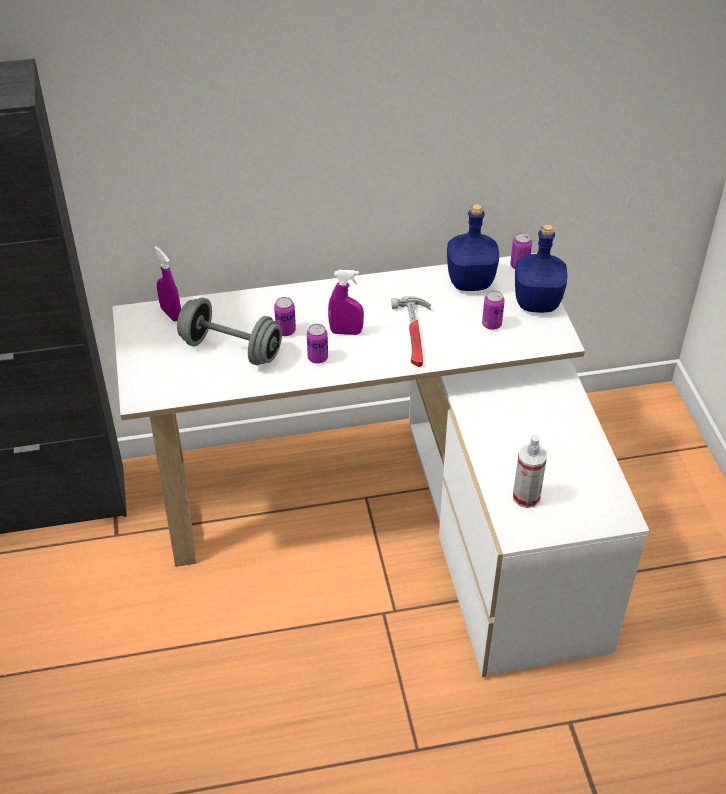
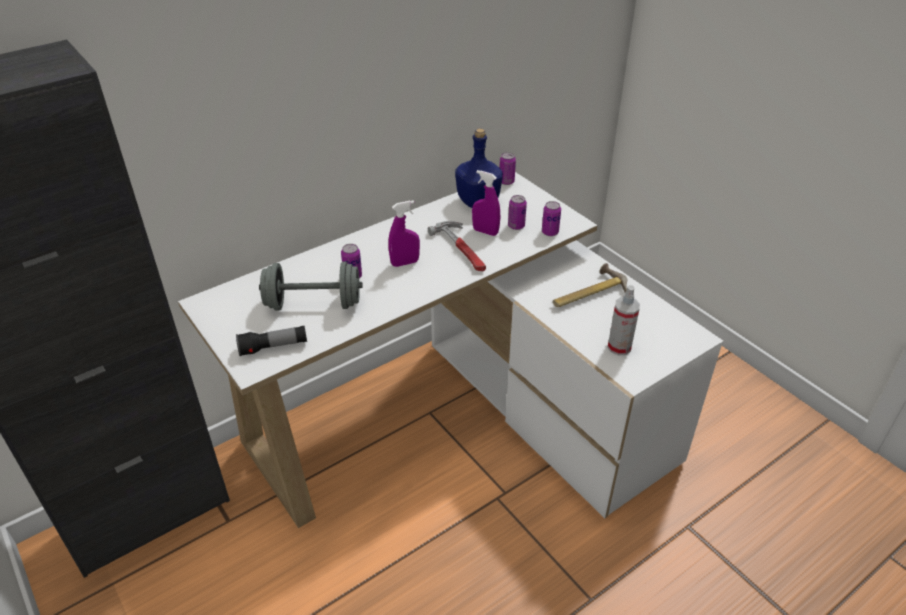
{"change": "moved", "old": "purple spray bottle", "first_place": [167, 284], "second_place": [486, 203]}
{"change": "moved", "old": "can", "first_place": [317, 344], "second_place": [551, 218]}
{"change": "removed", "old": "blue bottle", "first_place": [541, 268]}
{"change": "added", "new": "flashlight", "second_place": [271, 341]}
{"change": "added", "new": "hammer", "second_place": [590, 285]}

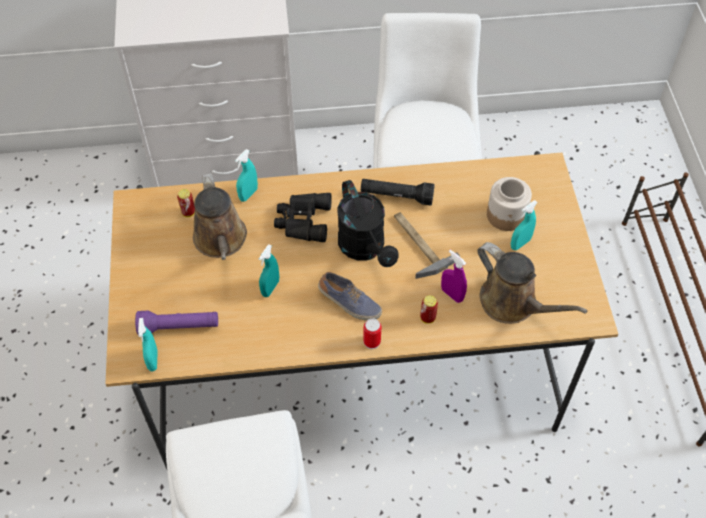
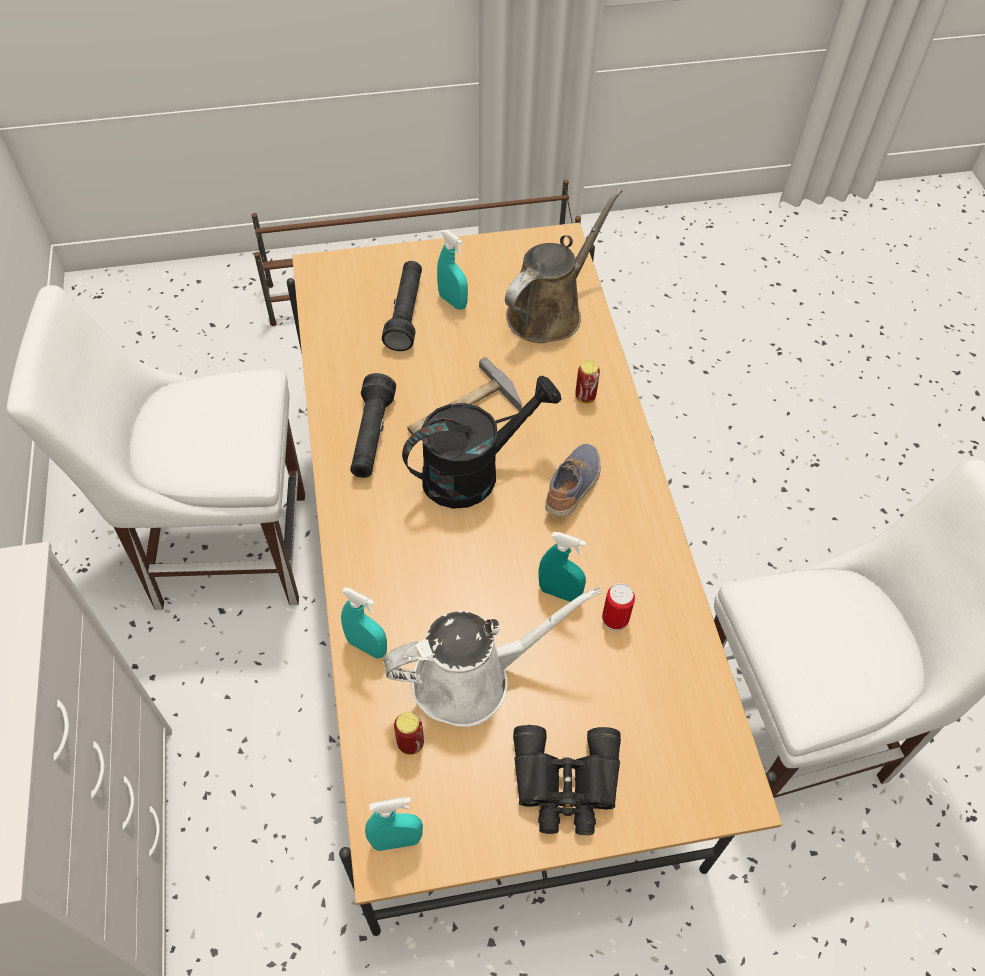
{"change": "removed", "old": "purple flashlight", "first_place": [176, 323]}
{"change": "moved", "old": "turquoise spray bottle", "first_place": [148, 344], "second_place": [394, 824]}
{"change": "recoloured", "old": "brown watering can", "new": "white watering can", "first_place": [220, 216], "second_place": [492, 657]}
{"change": "moved", "old": "black binoculars", "first_place": [303, 217], "second_place": [567, 780]}
{"change": "moved", "old": "can", "first_place": [372, 333], "second_place": [618, 607]}
{"change": "removed", "old": "purple spray bottle", "first_place": [454, 276]}
{"change": "replaced", "old": "jar", "new": "black flashlight", "first_place": [509, 204], "second_place": [402, 306]}

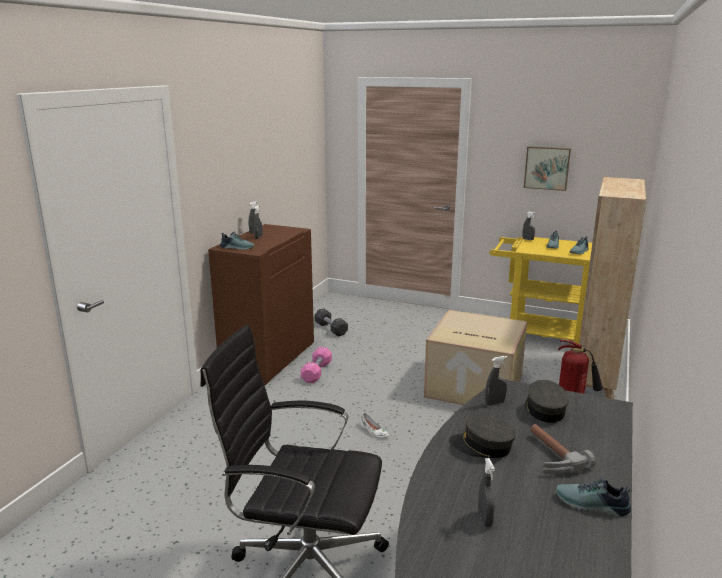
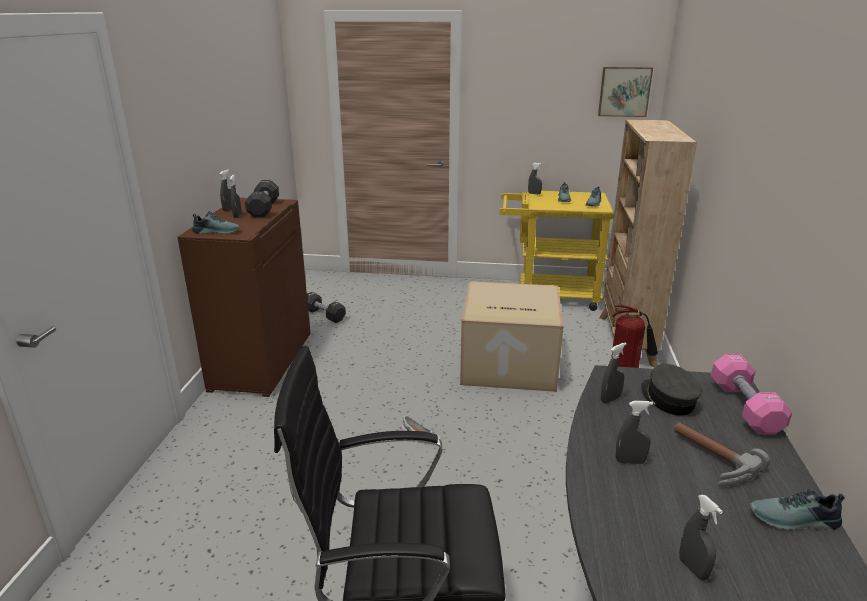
{"change": "moved", "old": "pink dumbbell", "first_place": [316, 365], "second_place": [752, 394]}
{"change": "replaced", "old": "grey cap", "new": "grey spray bottle", "first_place": [482, 436], "second_place": [634, 432]}
{"change": "moved", "old": "picture", "first_place": [547, 168], "second_place": [625, 92]}
{"change": "added", "new": "black dumbbell", "second_place": [262, 198]}

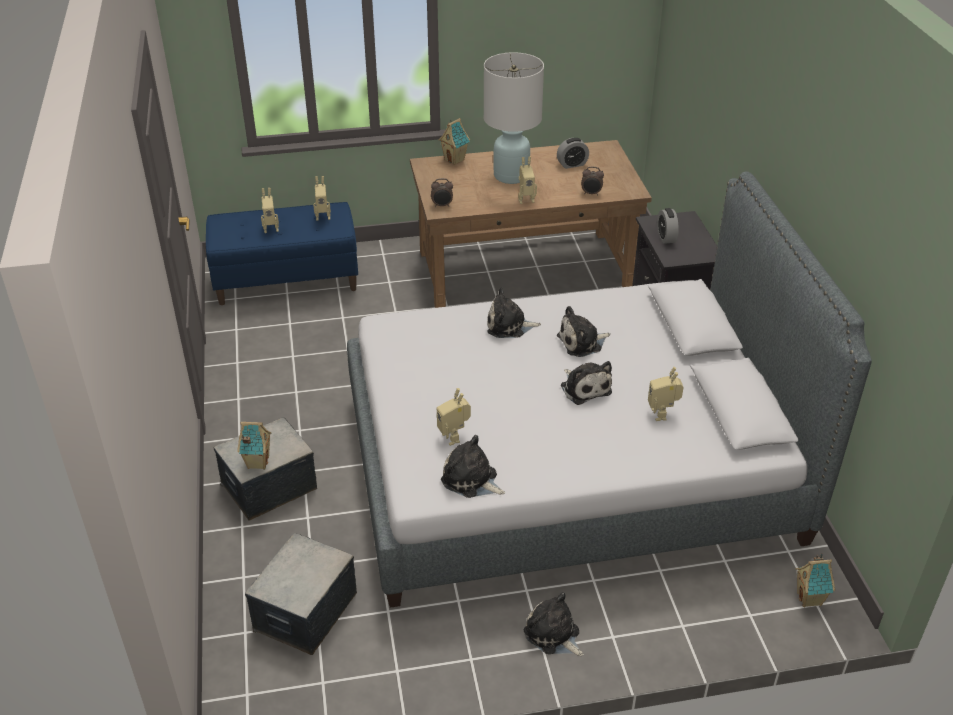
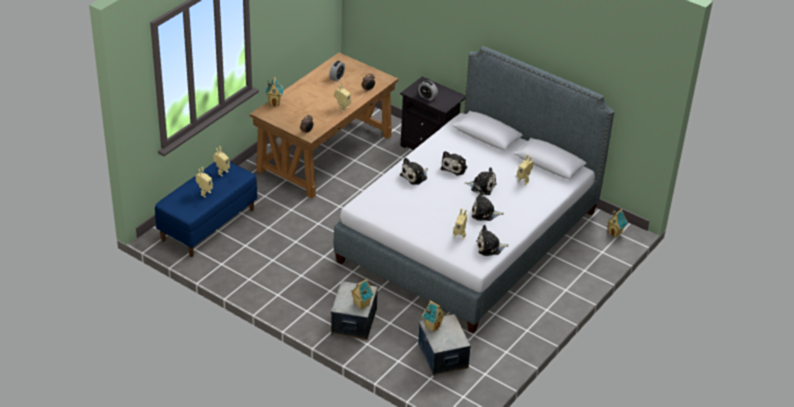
{"change": "removed", "old": "white table lamp", "first_place": [514, 118]}
{"change": "moved", "old": "plush toy", "first_place": [554, 624], "second_place": [488, 206]}
{"change": "added", "new": "toy house", "second_place": [433, 316]}

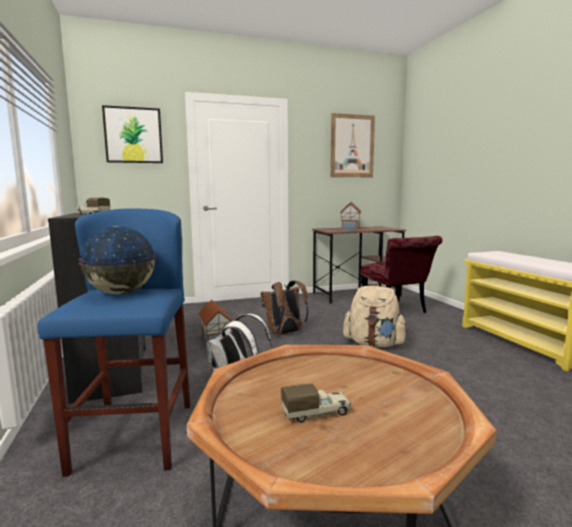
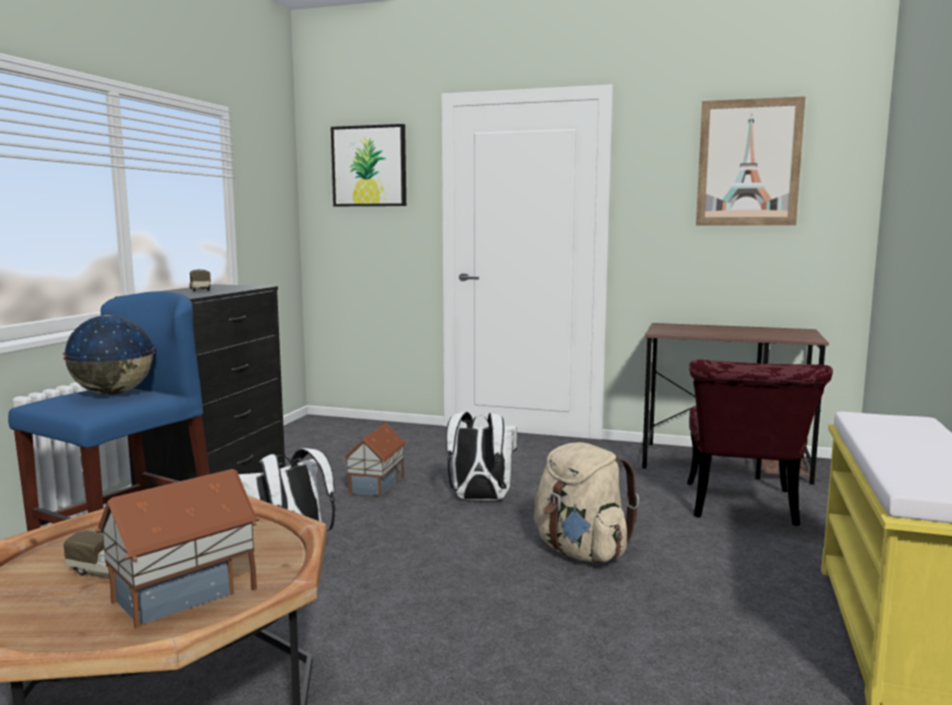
{"change": "recoloured", "old": "brown backpack", "new": "white backpack", "first_place": [284, 308], "second_place": [481, 456]}
{"change": "moved", "old": "toy house", "first_place": [350, 216], "second_place": [177, 549]}

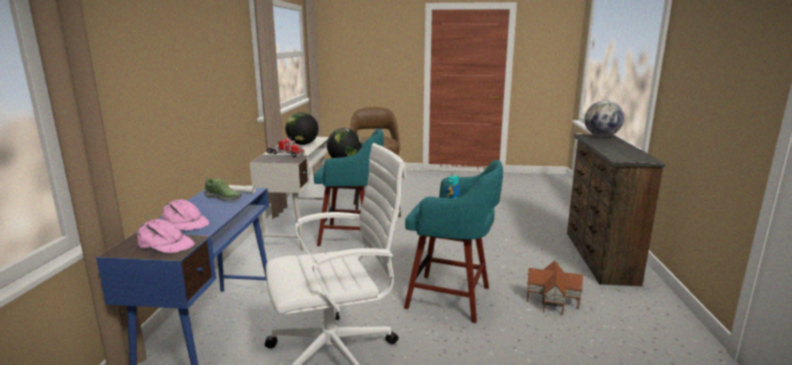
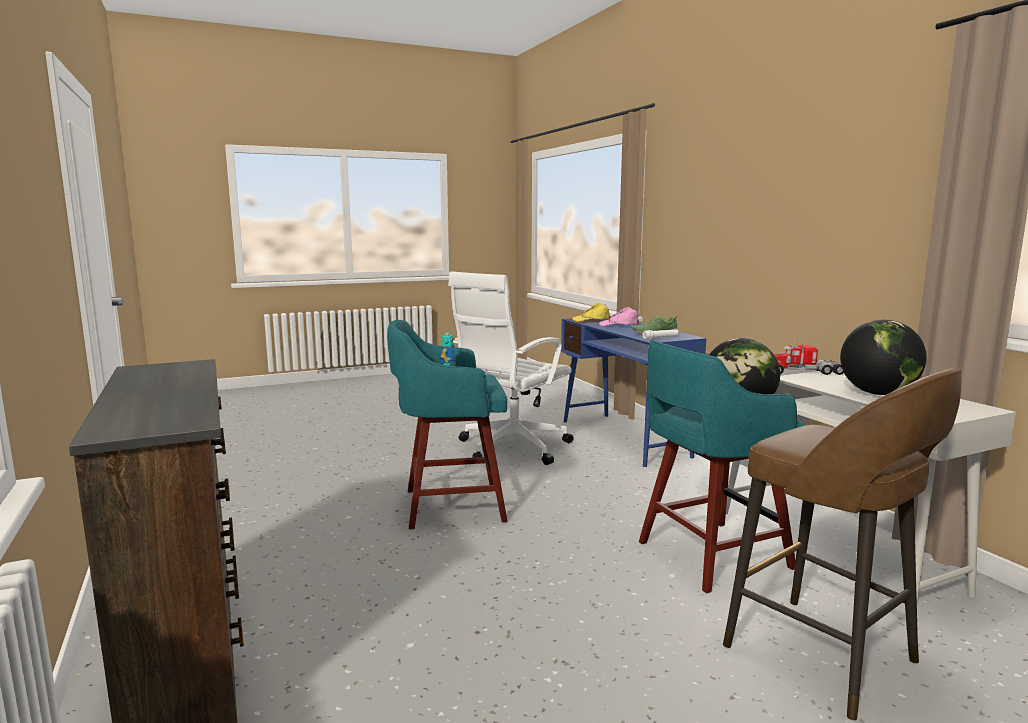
{"change": "recoloured", "old": "pink cap", "new": "yellow cap", "first_place": [166, 236], "second_place": [591, 312]}
{"change": "removed", "old": "toy house", "first_place": [555, 288]}
{"change": "removed", "old": "globe", "first_place": [604, 118]}

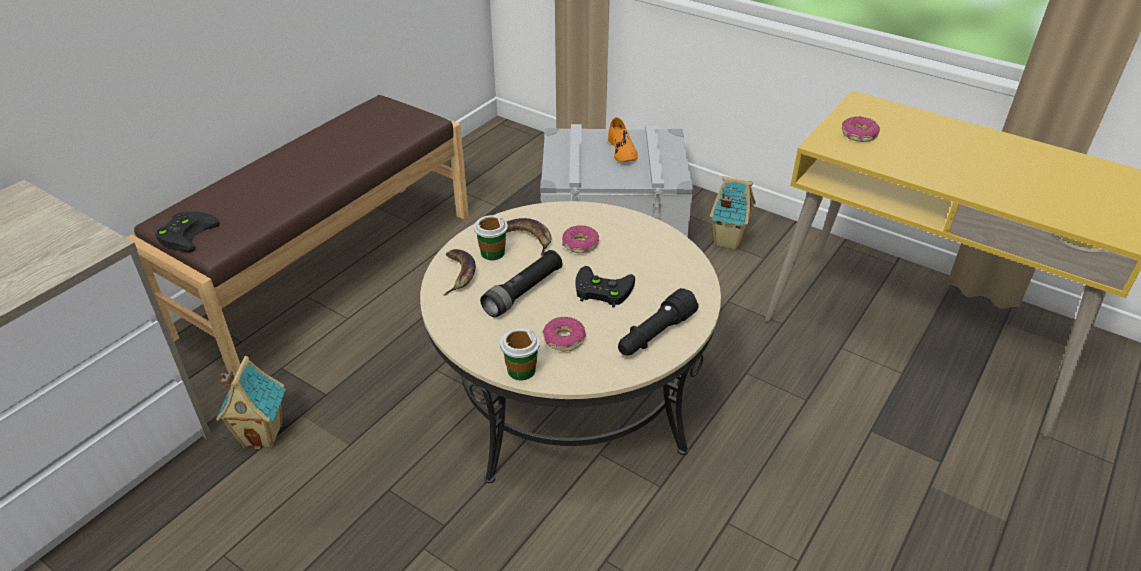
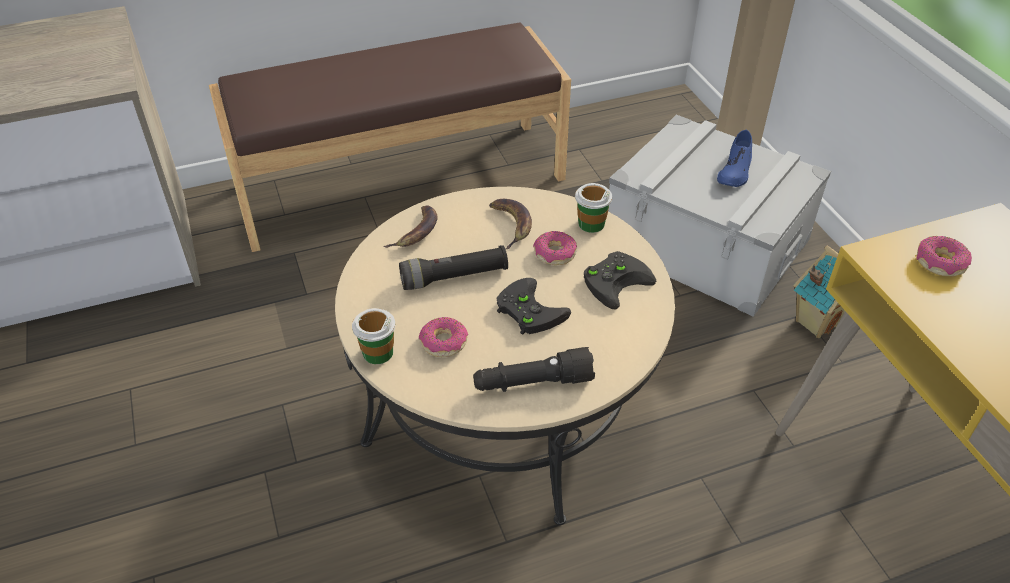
{"change": "moved", "old": "black game controller", "first_place": [187, 232], "second_place": [620, 280]}
{"change": "removed", "old": "toy house", "first_place": [251, 402]}
{"change": "moved", "old": "cup", "first_place": [491, 237], "second_place": [593, 208]}
{"change": "recoloured", "old": "orange shoe", "new": "blue shoe", "first_place": [623, 139], "second_place": [734, 158]}

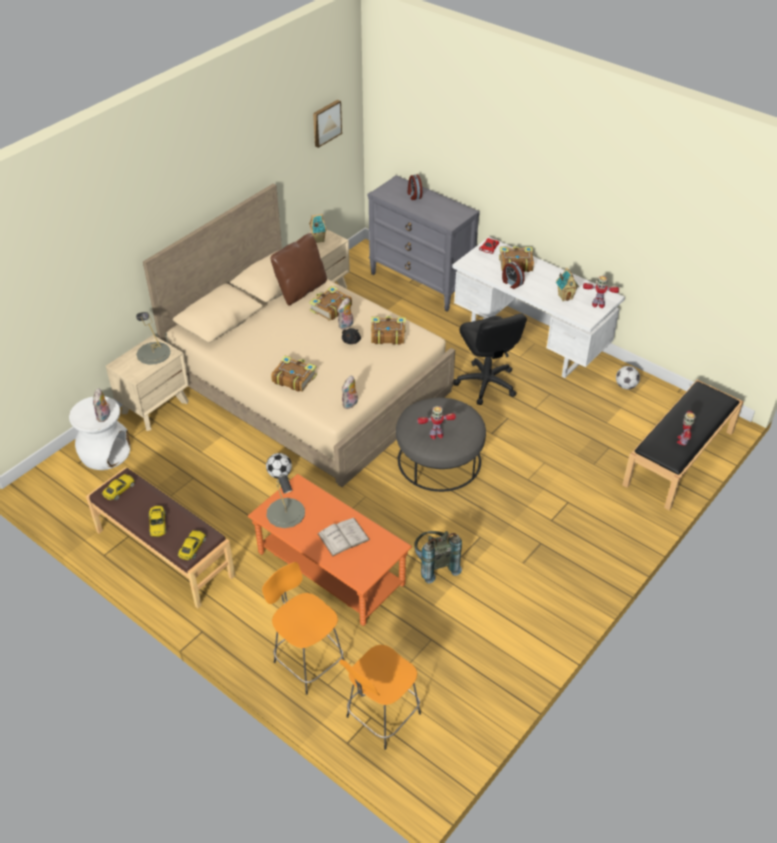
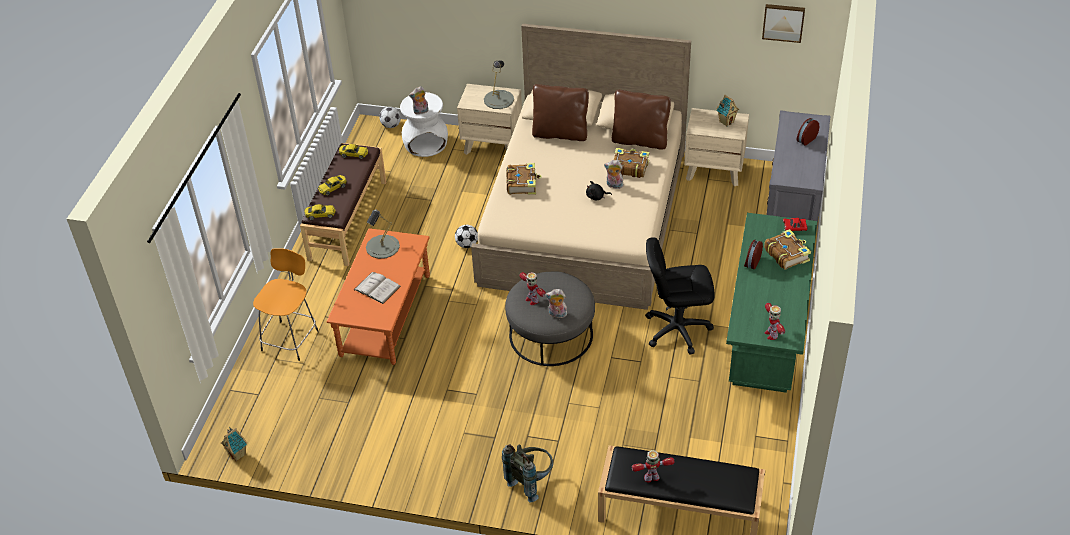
{"change": "removed", "old": "orange stool", "first_place": [380, 697]}
{"change": "moved", "old": "plush toy", "first_place": [350, 392], "second_place": [556, 303]}
{"change": "removed", "old": "book", "first_place": [388, 330]}
{"change": "moved", "old": "grey backpack", "first_place": [438, 557], "second_place": [527, 473]}
{"change": "recoloured", "old": "white desk", "new": "green desk", "first_place": [538, 307], "second_place": [771, 303]}
{"change": "turned", "old": "black office chair", "first_place": [490, 359], "second_place": [680, 296], "degrees": 45}
{"change": "moved", "old": "toy house", "first_place": [567, 284], "second_place": [234, 444]}
{"change": "moved", "old": "football", "first_place": [628, 377], "second_place": [390, 117]}
{"change": "added", "new": "brown pillow", "second_place": [560, 112]}

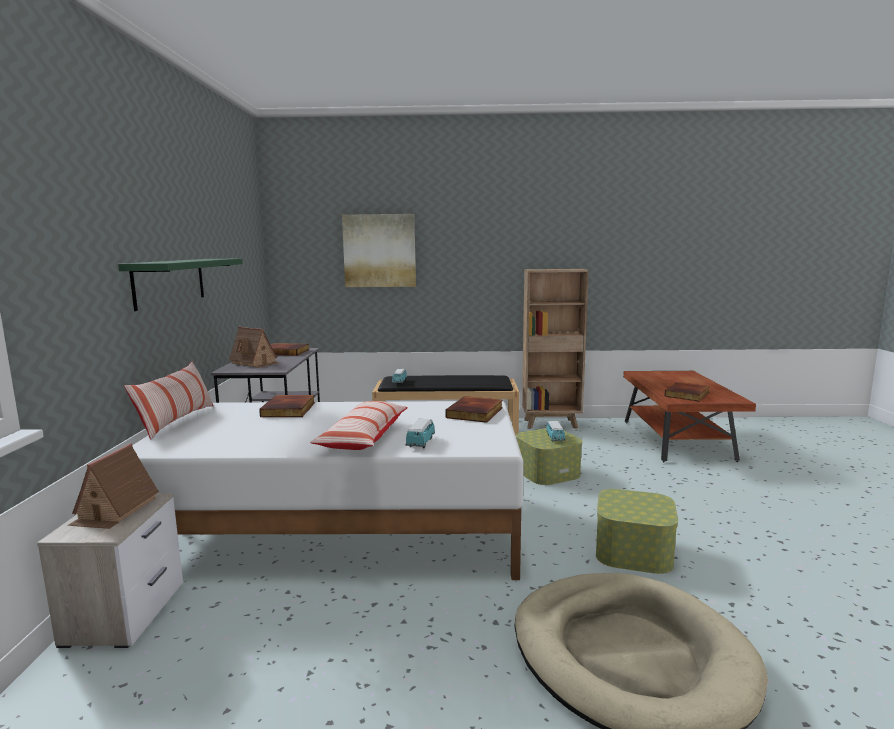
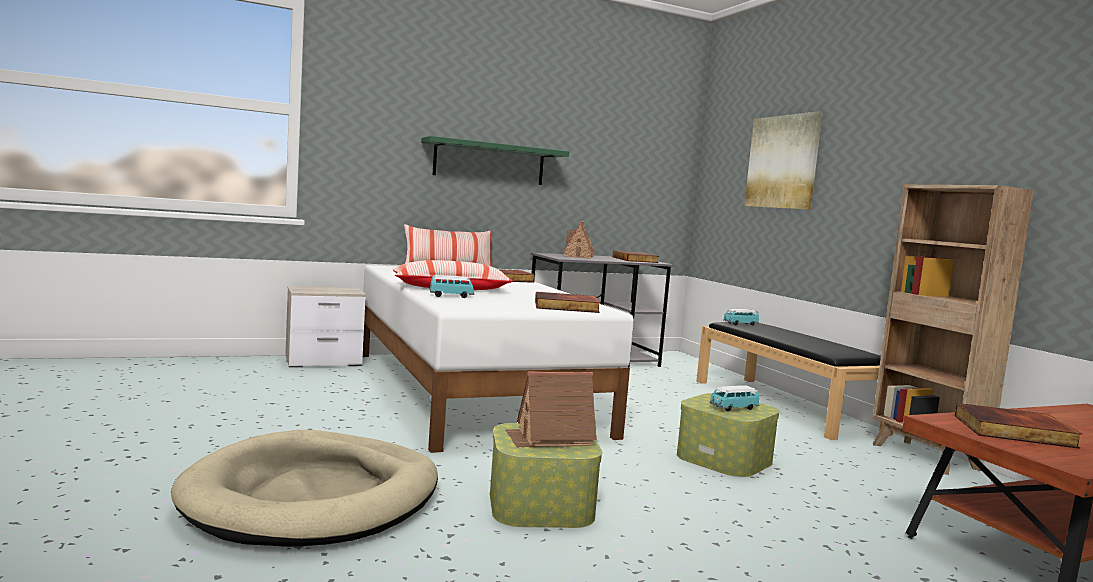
{"change": "moved", "old": "toy house", "first_place": [113, 486], "second_place": [551, 409]}

